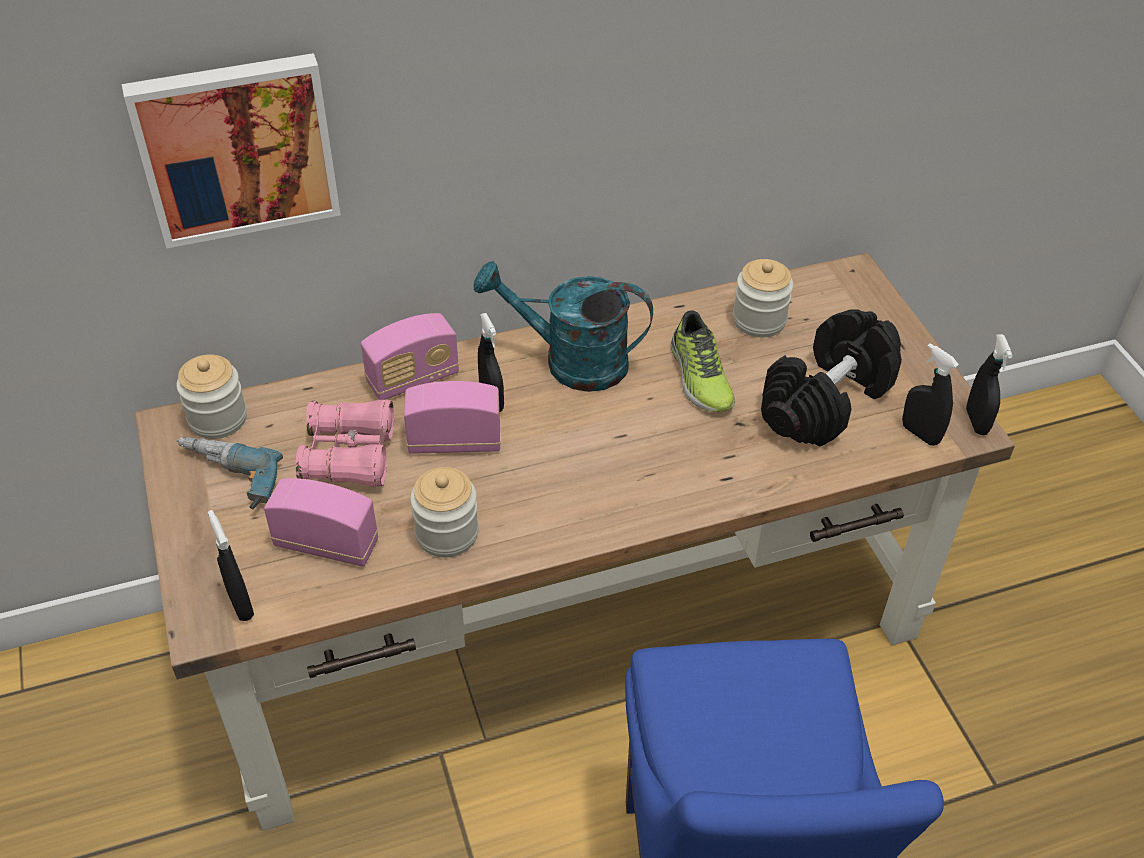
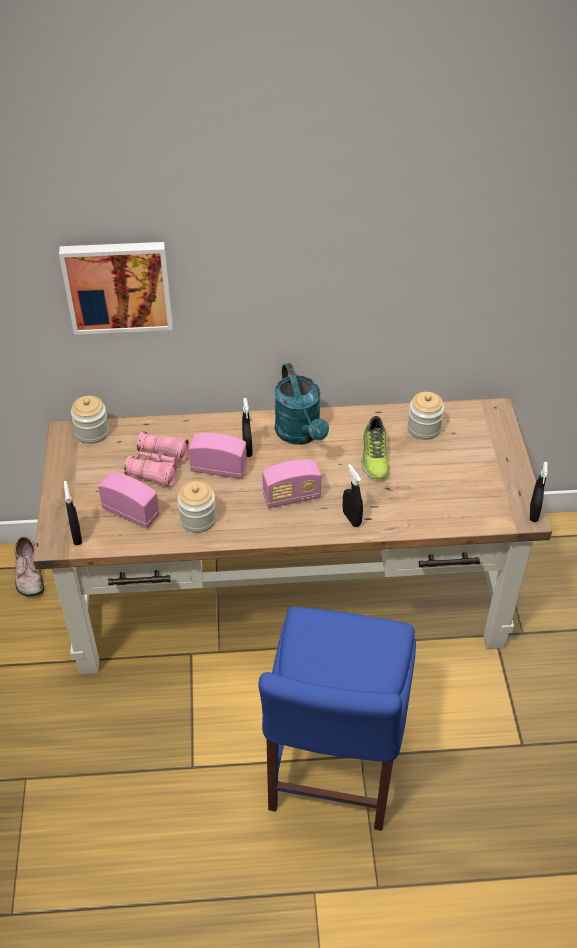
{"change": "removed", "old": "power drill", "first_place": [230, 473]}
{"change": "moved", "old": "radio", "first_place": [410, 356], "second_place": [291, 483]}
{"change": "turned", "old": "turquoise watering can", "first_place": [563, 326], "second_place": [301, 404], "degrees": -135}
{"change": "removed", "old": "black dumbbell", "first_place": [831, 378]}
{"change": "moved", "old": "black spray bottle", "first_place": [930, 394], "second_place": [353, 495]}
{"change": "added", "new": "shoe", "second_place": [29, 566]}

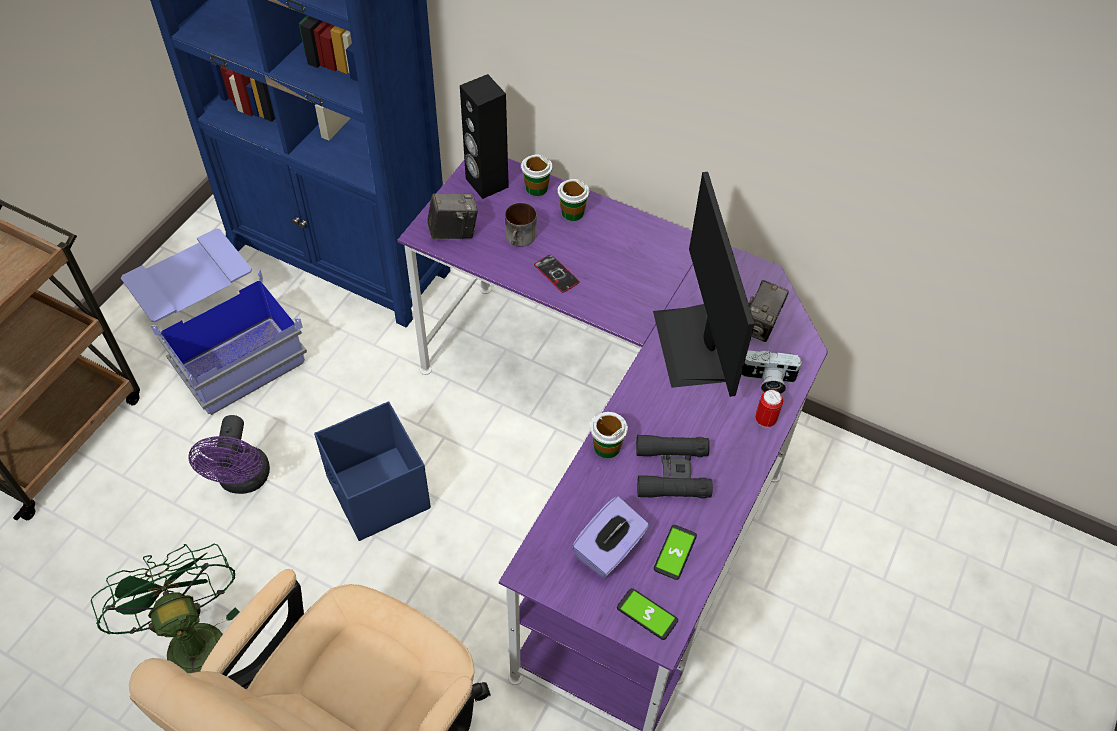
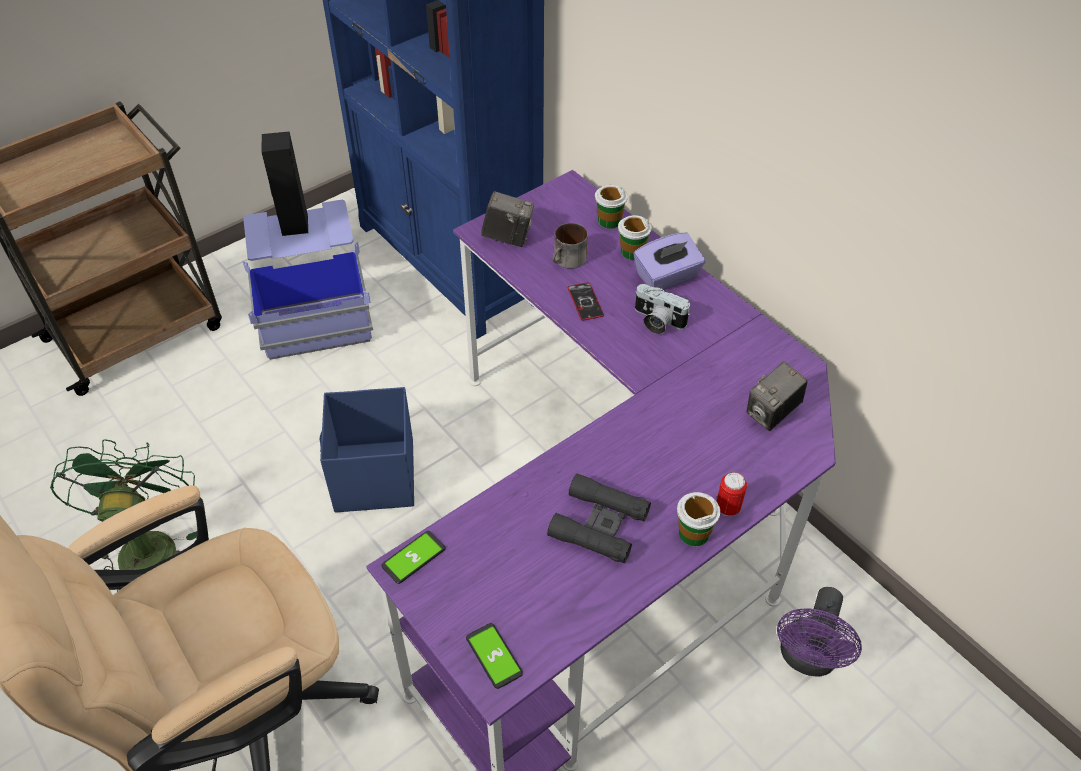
{"change": "moved", "old": "purple fan", "first_place": [229, 454], "second_place": [819, 631]}
{"change": "moved", "old": "black speaker", "first_place": [484, 136], "second_place": [284, 183]}
{"change": "moved", "old": "purple tissue box", "first_place": [610, 537], "second_place": [669, 262]}
{"change": "moved", "old": "cup", "first_place": [609, 435], "second_place": [698, 519]}
{"change": "removed", "old": "monitor", "first_place": [704, 284]}
{"change": "moved", "old": "phone", "first_place": [675, 552], "second_place": [413, 557]}
{"change": "moved", "old": "photo camera", "first_place": [771, 372], "second_place": [662, 309]}

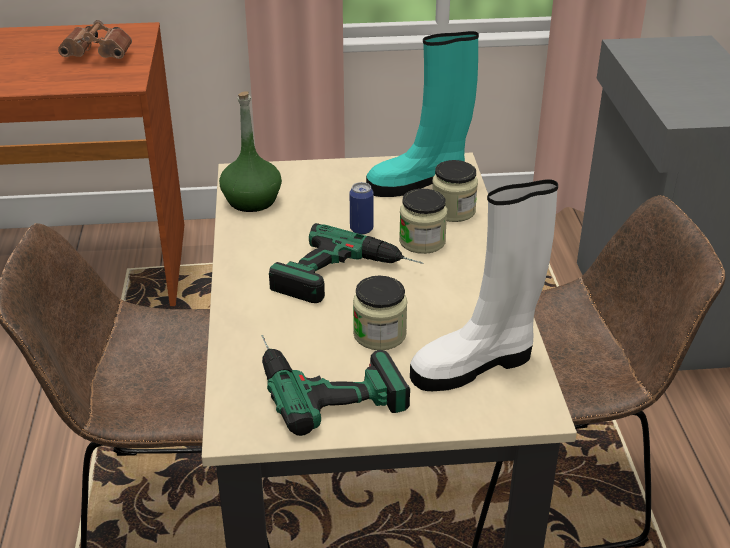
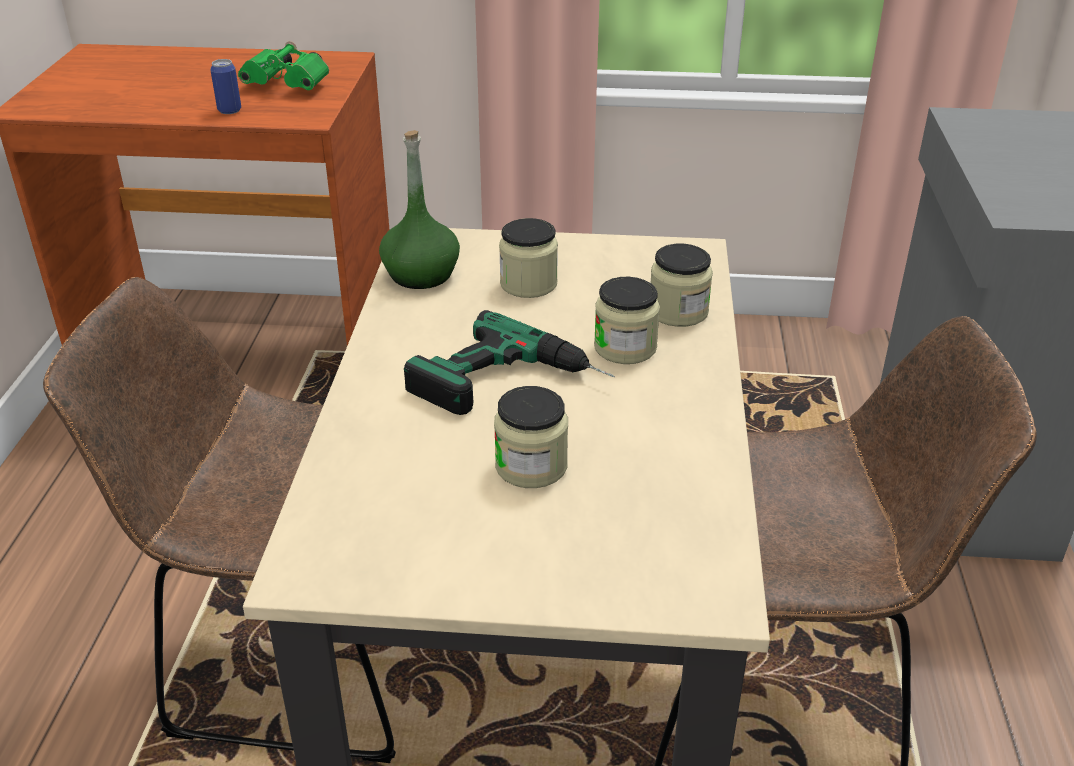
{"change": "recoloured", "old": "brown binoculars", "new": "green binoculars", "first_place": [95, 39], "second_place": [283, 65]}
{"change": "removed", "old": "power drill", "first_place": [336, 385]}
{"change": "moved", "old": "can", "first_place": [362, 208], "second_place": [225, 86]}
{"change": "removed", "old": "turquoise boot", "first_place": [422, 114]}
{"change": "removed", "old": "white boot", "first_place": [484, 285]}
{"change": "added", "new": "jar", "second_place": [528, 258]}

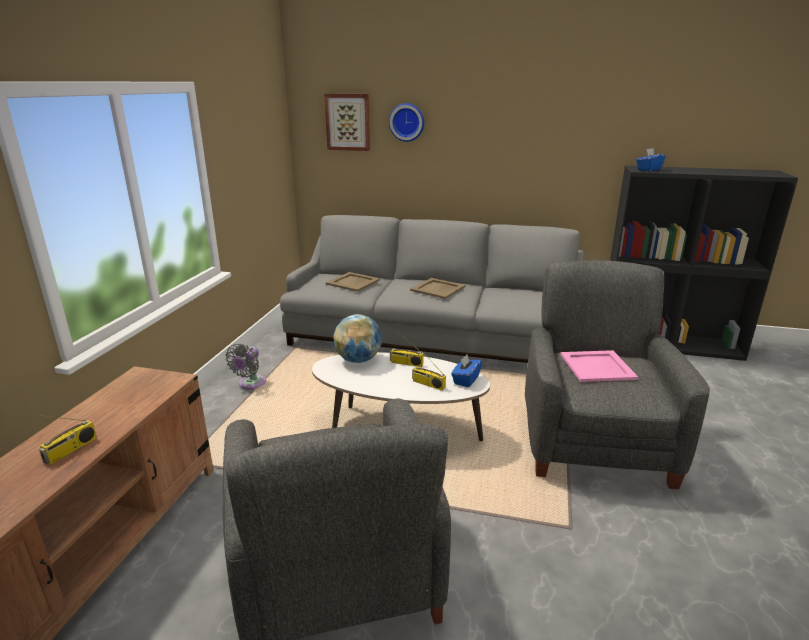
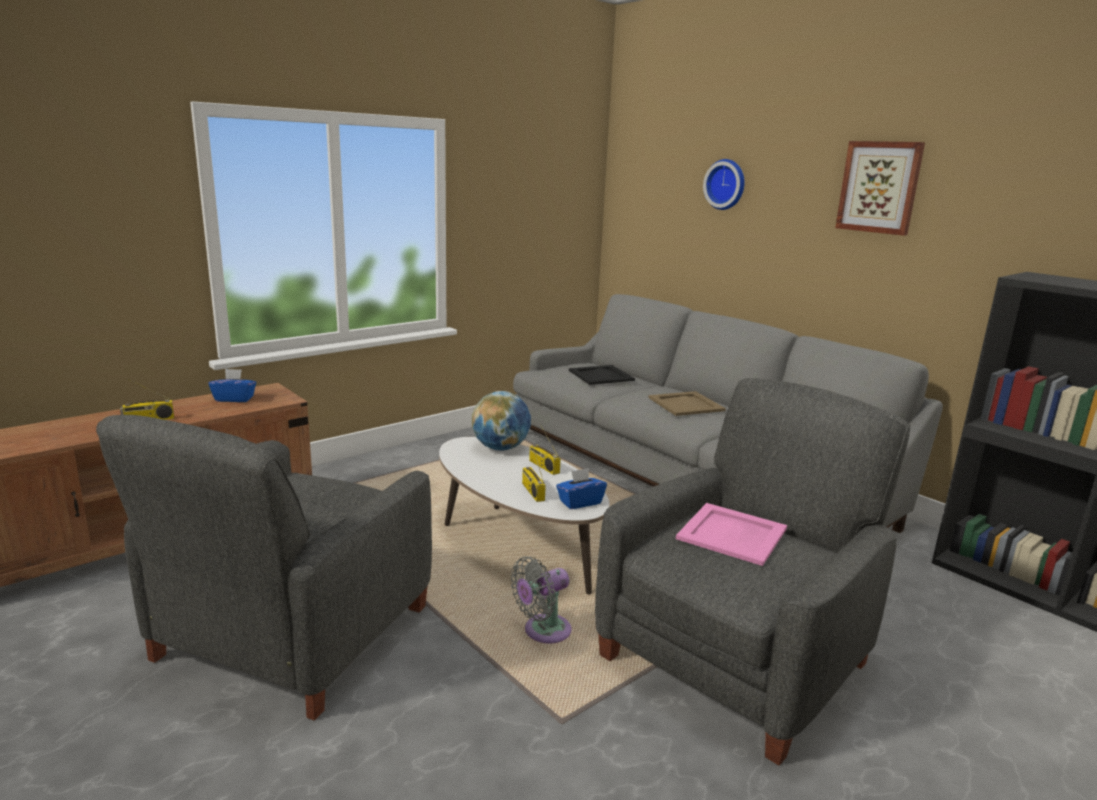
{"change": "moved", "old": "grey fan", "first_place": [246, 367], "second_place": [541, 600]}
{"change": "moved", "old": "picture", "first_place": [347, 122], "second_place": [880, 188]}
{"change": "recoloured", "old": "beige tray", "new": "black tray", "first_place": [353, 282], "second_place": [602, 375]}
{"change": "moved", "old": "blue tissue box", "first_place": [651, 159], "second_place": [232, 385]}

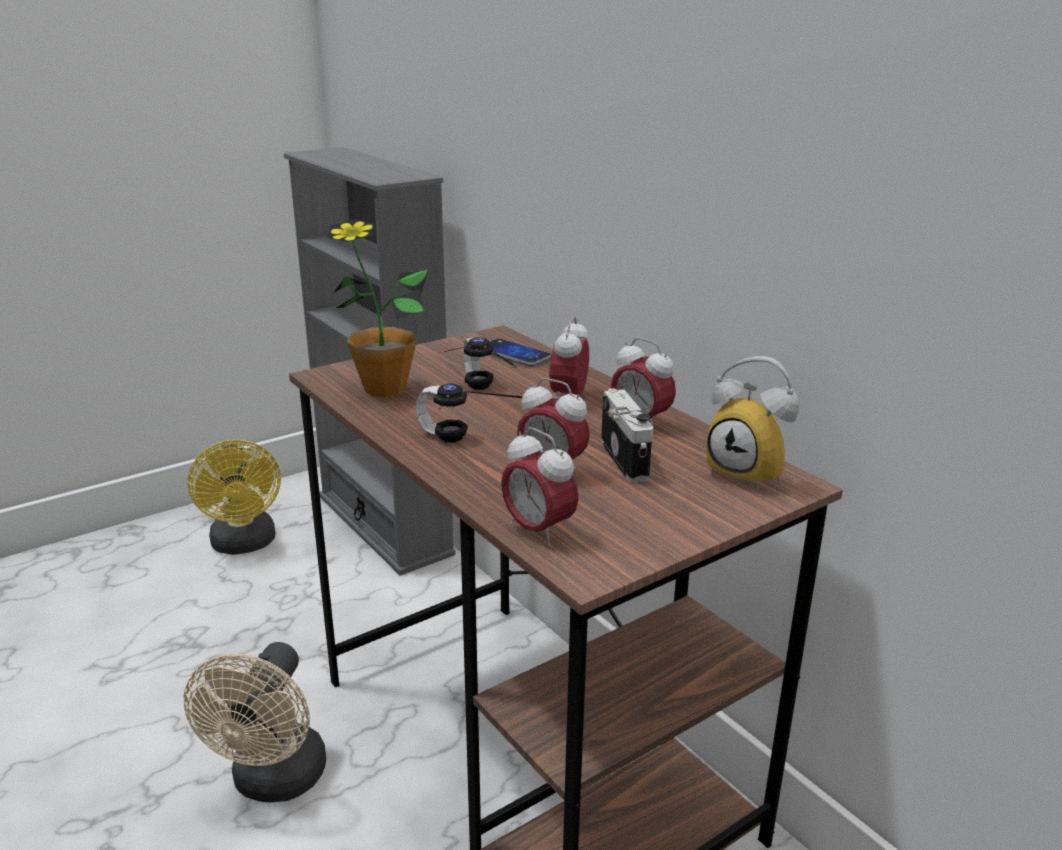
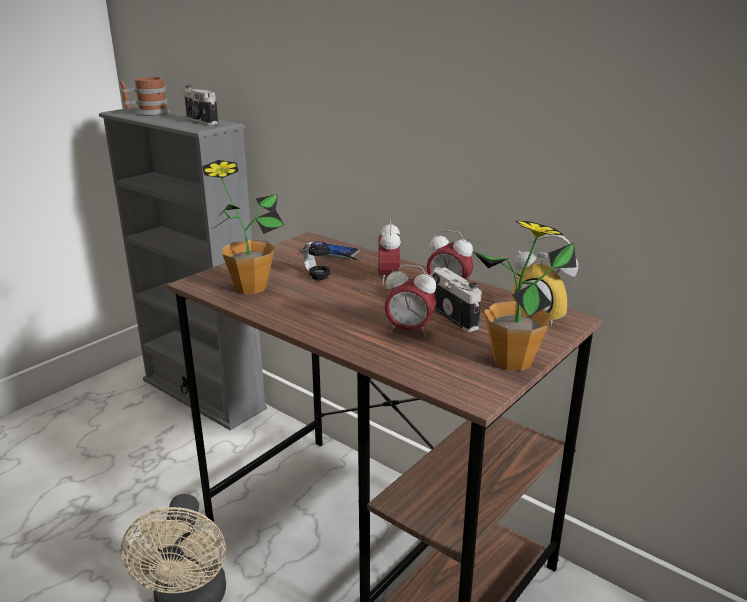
{"change": "removed", "old": "yellow fan", "first_place": [234, 497]}
{"change": "removed", "old": "headphones", "first_place": [469, 413]}
{"change": "removed", "old": "alarm clock", "first_place": [540, 486]}
{"change": "added", "new": "mug", "second_place": [145, 96]}
{"change": "added", "new": "photo camera", "second_place": [200, 105]}
{"change": "added", "new": "potted plant", "second_place": [525, 296]}

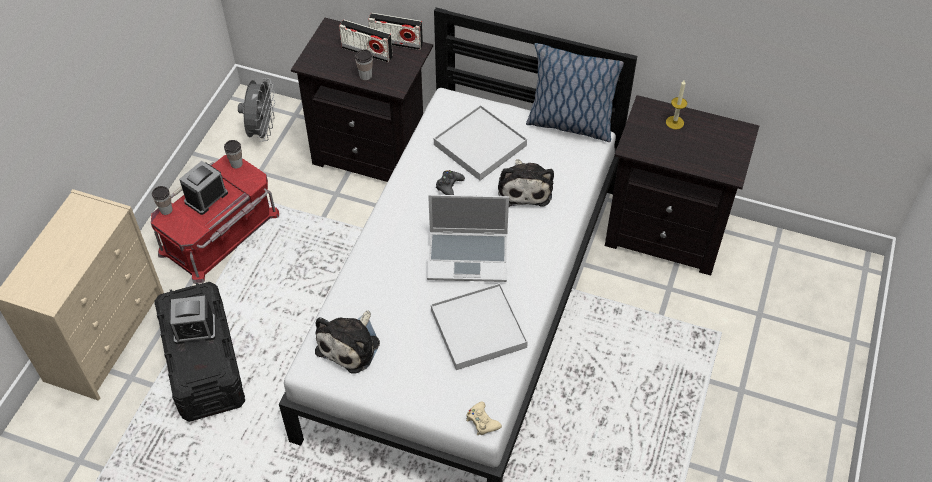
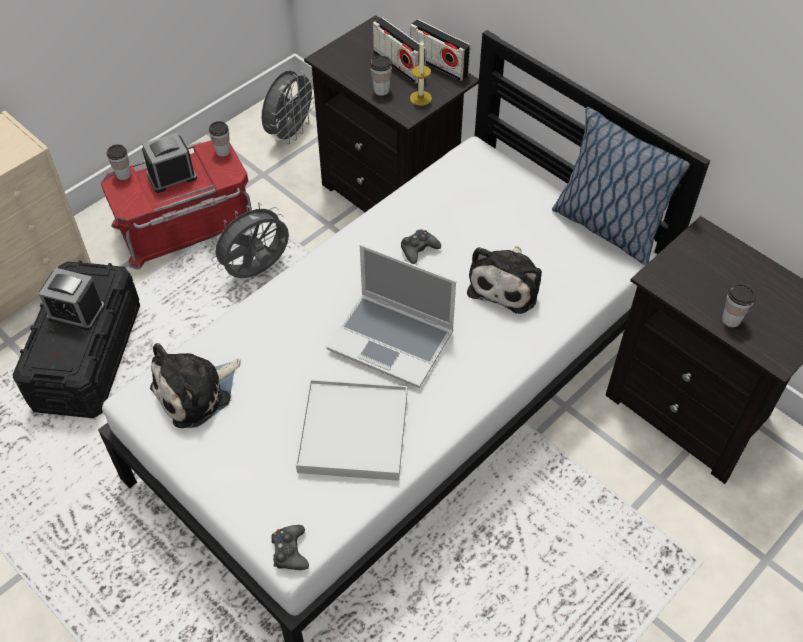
{"change": "removed", "old": "white tray", "first_place": [480, 142]}
{"change": "recoloured", "old": "beige game controller", "new": "black game controller", "first_place": [484, 418], "second_place": [290, 547]}
{"change": "moved", "old": "candle", "first_place": [676, 105], "second_place": [421, 73]}
{"change": "added", "new": "grey fan", "second_place": [249, 240]}
{"change": "added", "new": "cup", "second_place": [739, 305]}

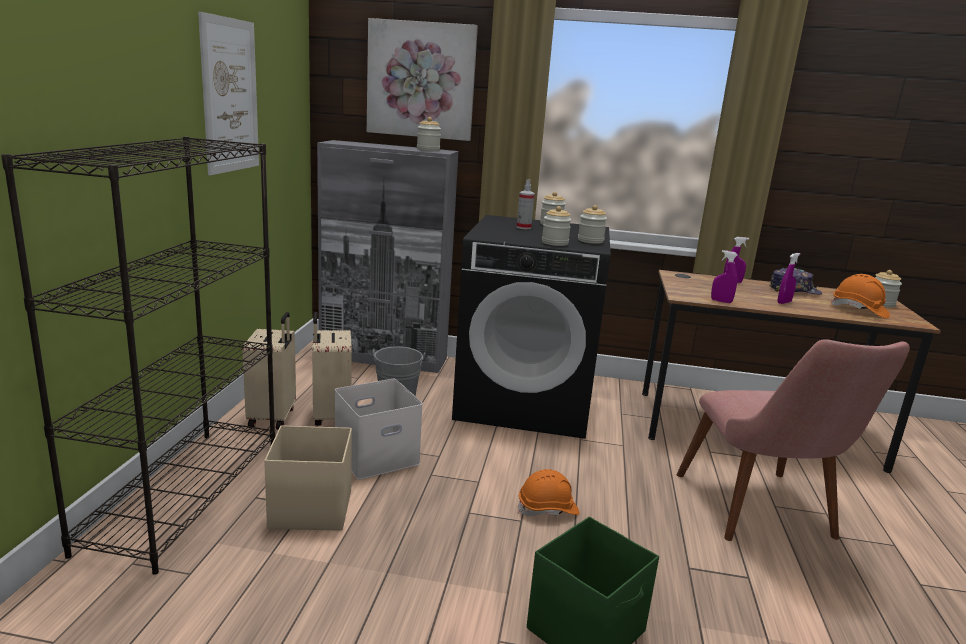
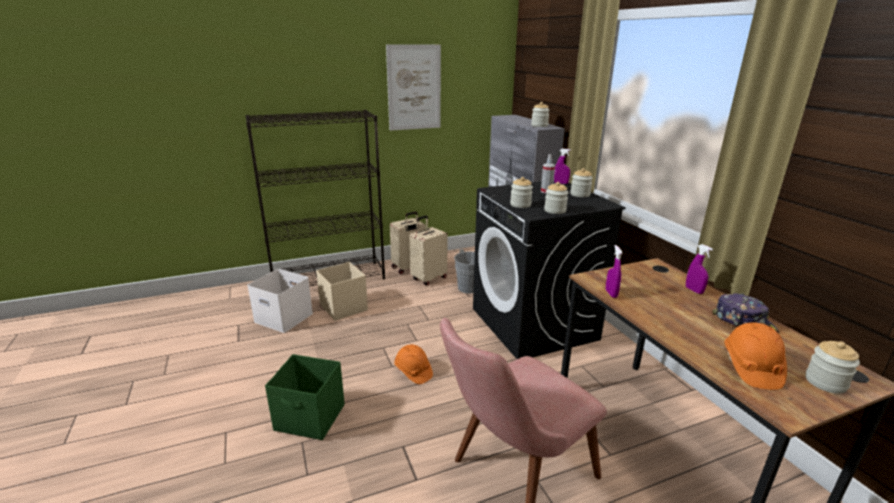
{"change": "moved", "old": "white storage box", "first_place": [379, 429], "second_place": [280, 301]}
{"change": "removed", "old": "picture", "first_place": [422, 79]}
{"change": "moved", "old": "purple spray bottle", "first_place": [788, 278], "second_place": [562, 166]}

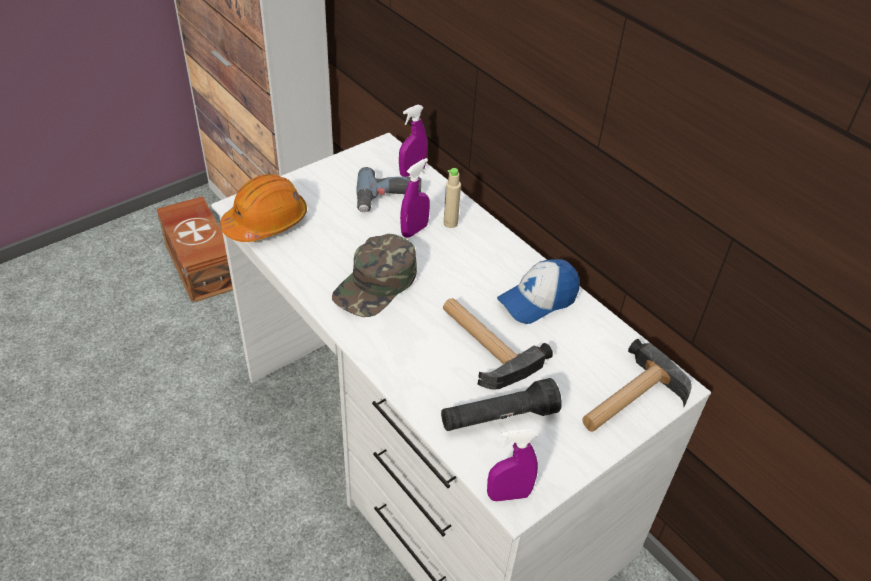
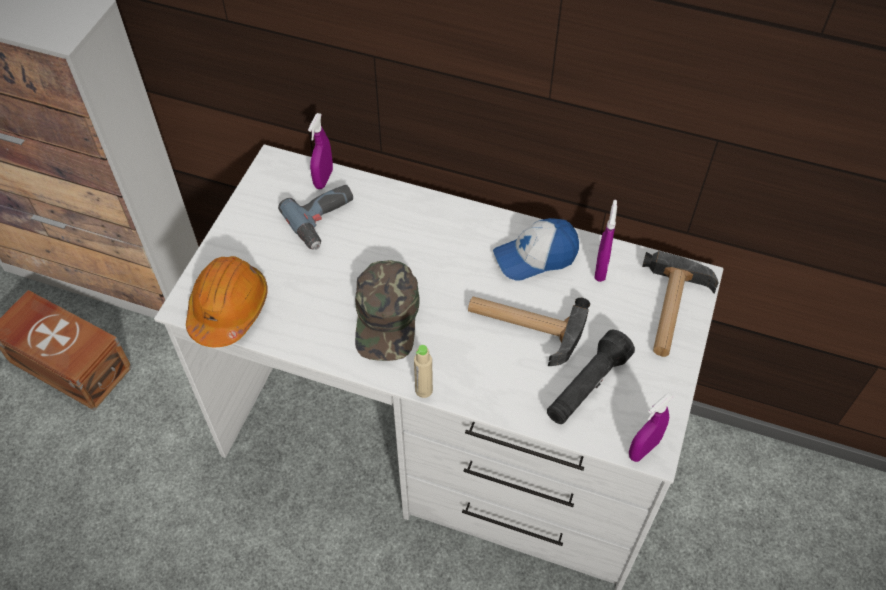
{"change": "moved", "old": "purple spray bottle", "first_place": [415, 198], "second_place": [605, 241]}
{"change": "moved", "old": "beige bottle", "first_place": [452, 198], "second_place": [423, 371]}
{"change": "turned", "old": "cap", "first_place": [538, 291], "second_place": [536, 249], "degrees": 45}

